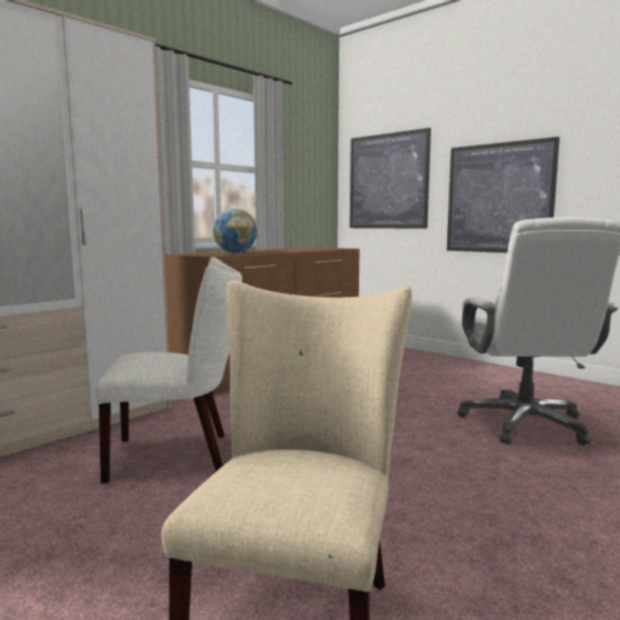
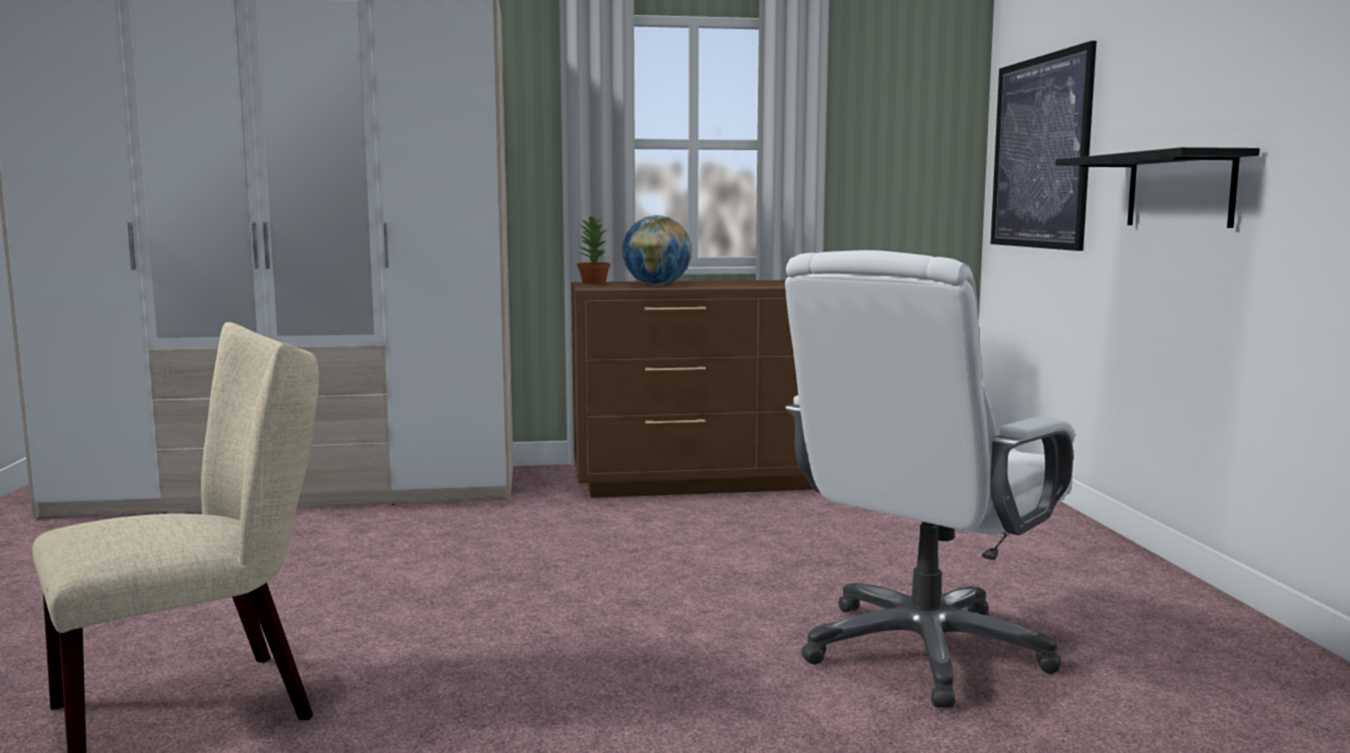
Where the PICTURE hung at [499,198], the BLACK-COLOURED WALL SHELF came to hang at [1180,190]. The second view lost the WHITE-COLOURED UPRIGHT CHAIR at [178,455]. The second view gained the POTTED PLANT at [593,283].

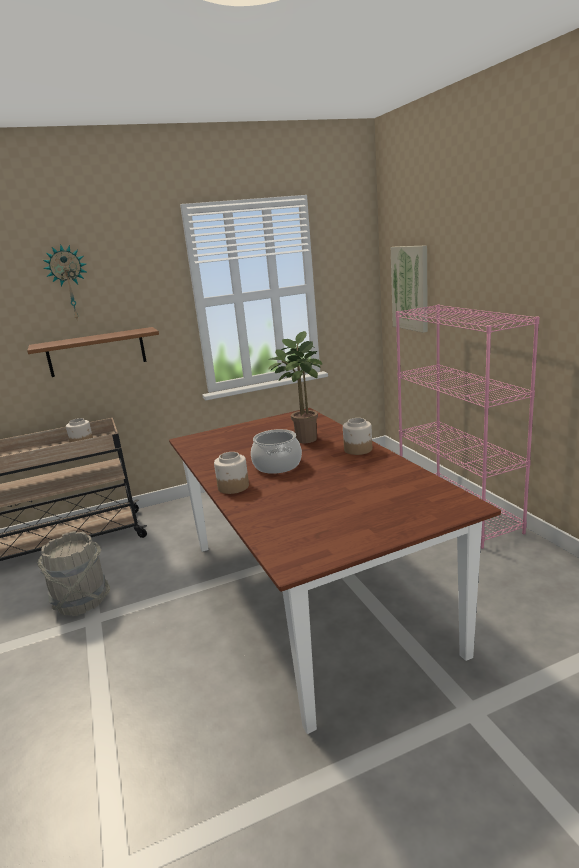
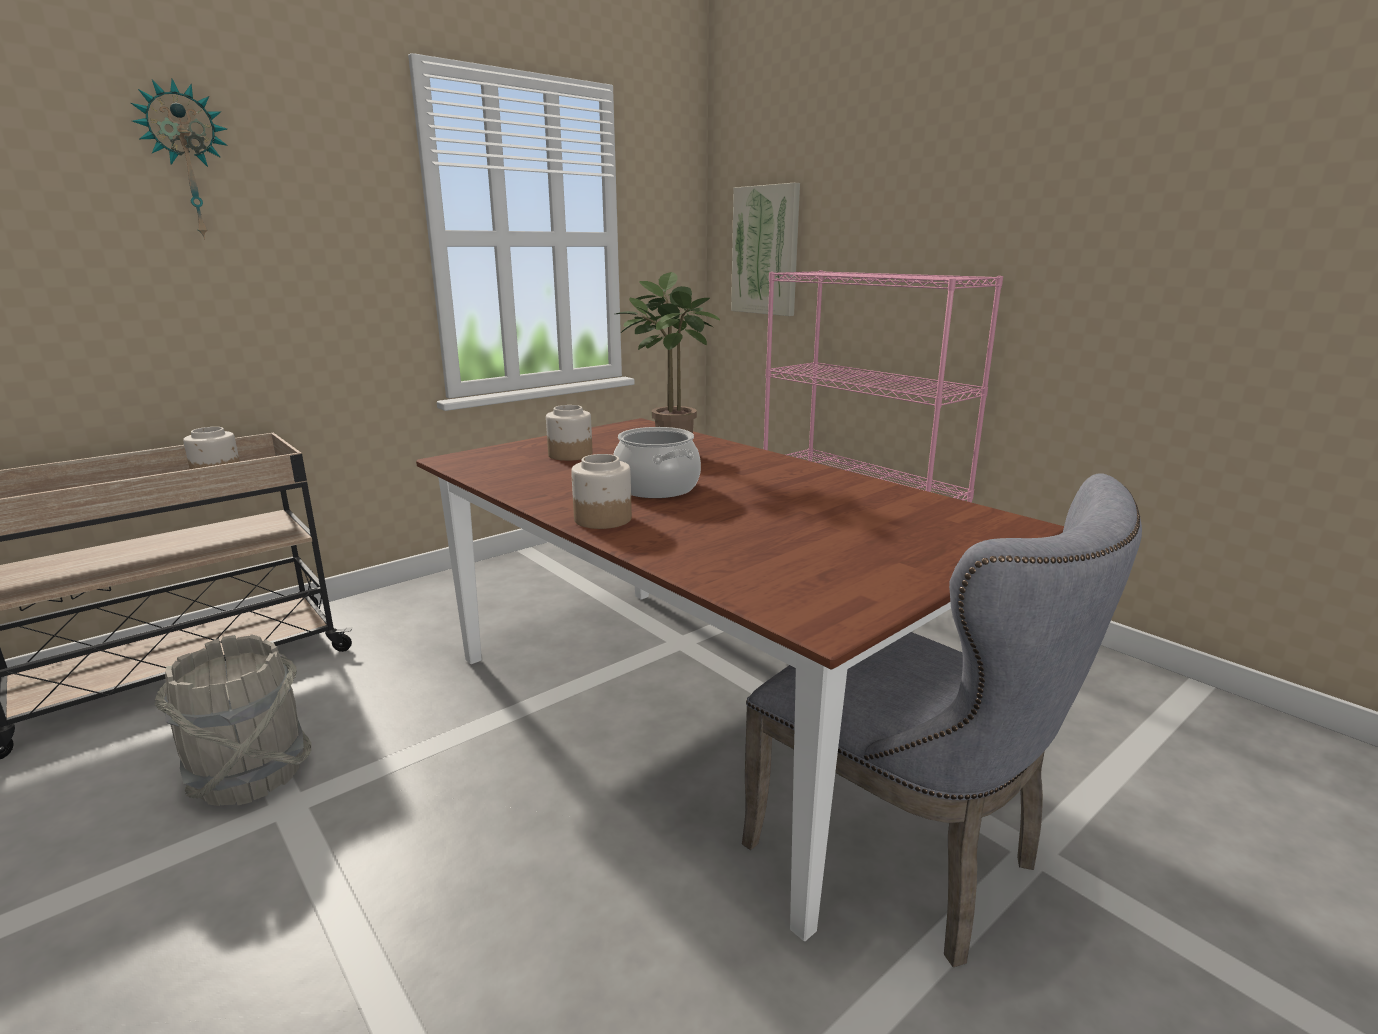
The second view lost the BROWN-COLOURED WALL SHELF at [96,352]. The STORAGE JAR ended up elsewhere, having gone from [358,449] to [571,455]. The second view gained the GREY UPRIGHT CHAIR at [909,857].

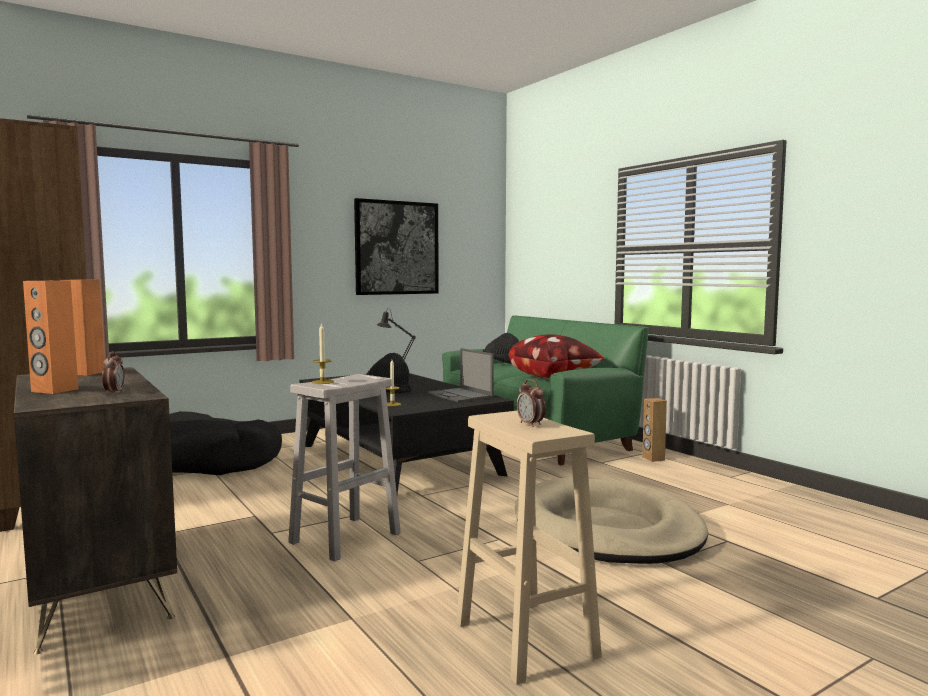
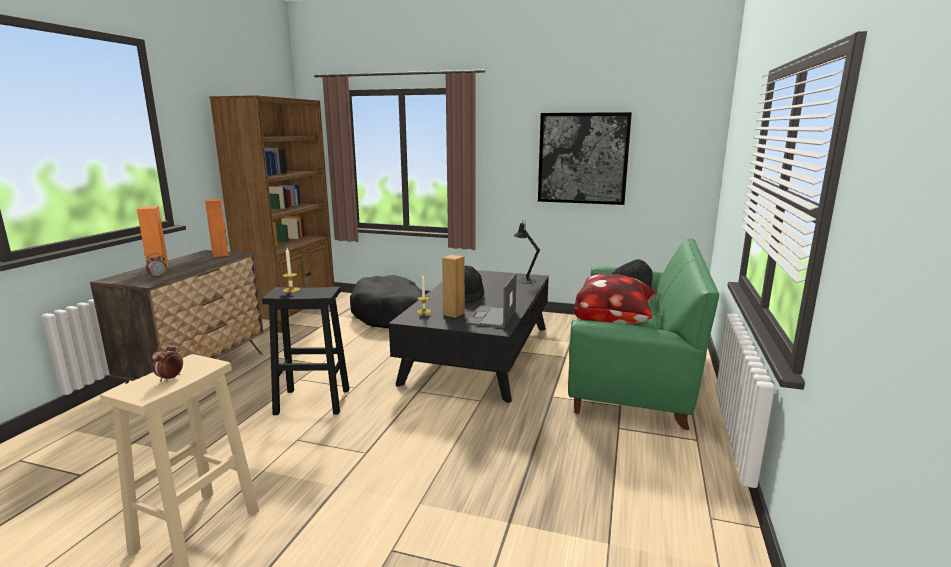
What was the WHITE-COLOURED STOOL at [346,537] turned into the BLACK-COLOURED STOOL at [314,401]. The BROWN-COLOURED AUDIO SPEAKER ended up elsewhere, having gone from [653,458] to [453,314]. The second view lost the SAND-COLOURED DOG BED at [607,529].

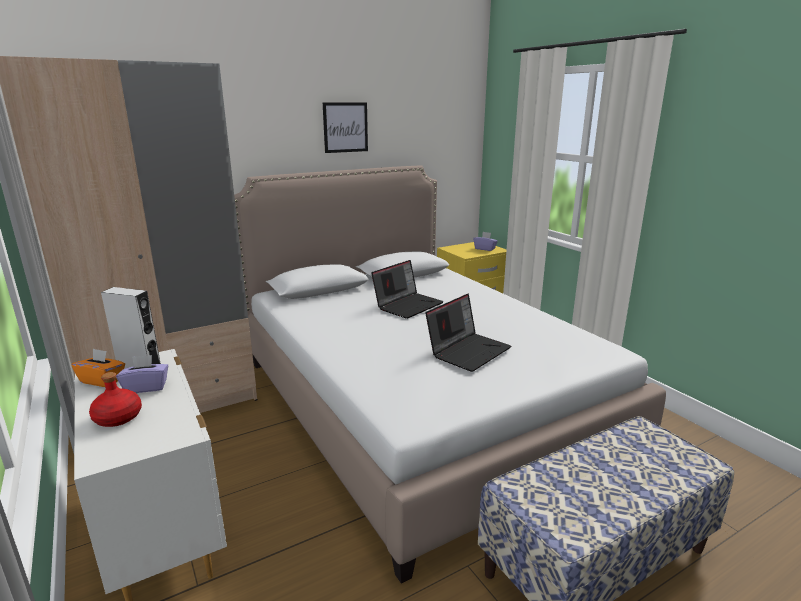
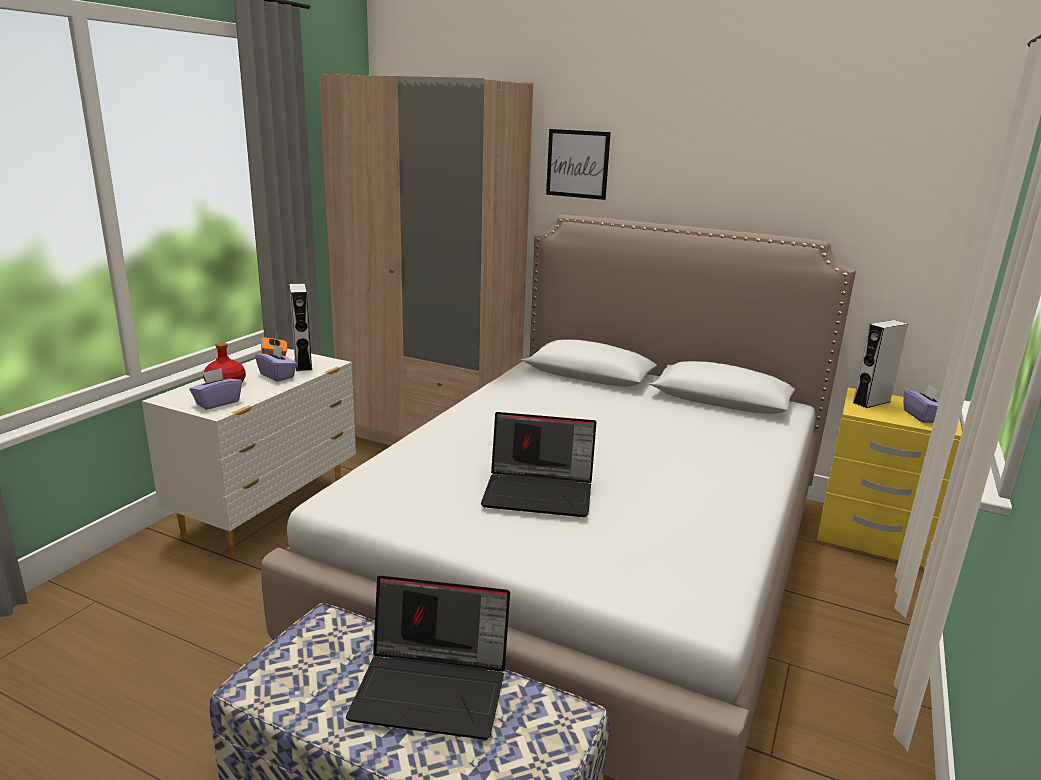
The PICTURE ended up elsewhere, having gone from [345,127] to [577,164]. The LAPTOP ended up elsewhere, having gone from [408,305] to [433,688]. The second view gained the GREY AUDIO SPEAKER at [871,402]. The second view gained the PURPLE TISSUE HOLDER at [217,403].

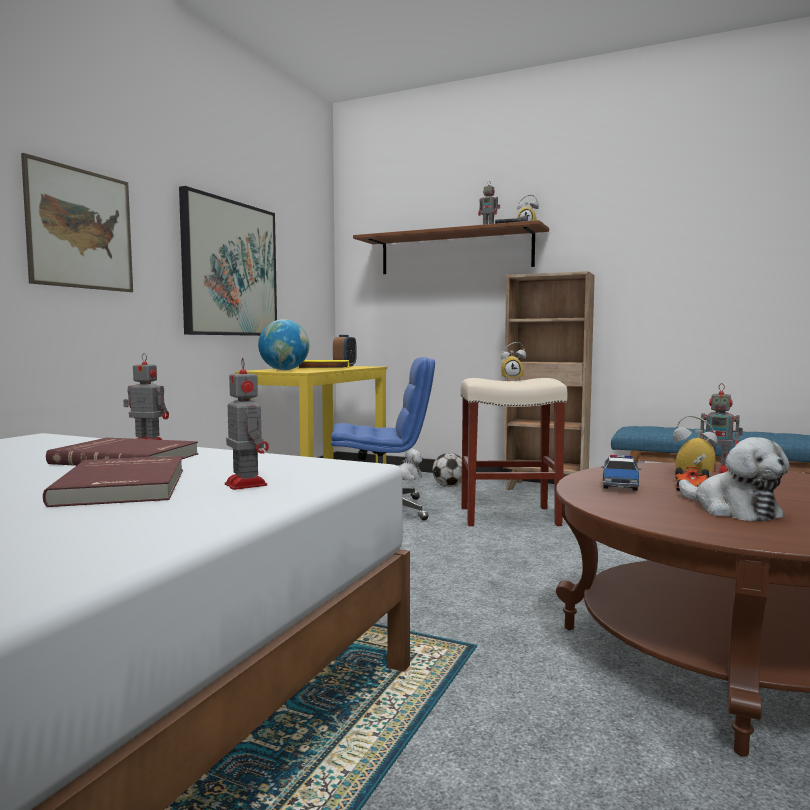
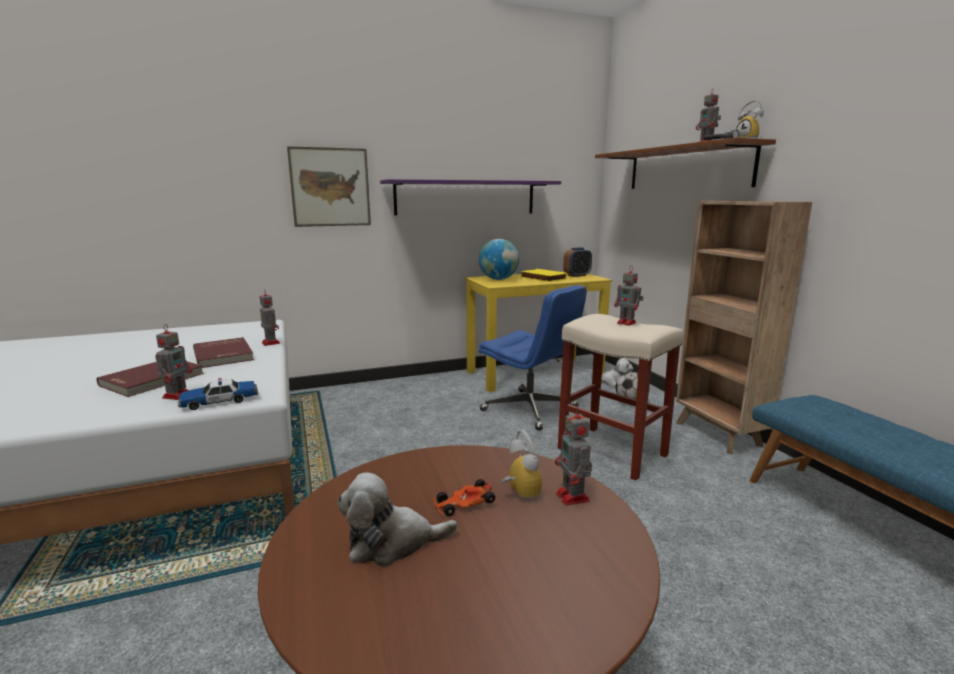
Where the PICTURE hung at [230,269], the PURPLE WALL SHELF came to hang at [466,197]. Where the TABLE CLOCK stood at [512,379], the ROBOT FIGURE came to stand at [627,323]. The CUDDLY TOY at [732,510] ended up facing another way, 60 degrees clockwise from before. The MINIATURE CAR ended up elsewhere, having gone from [620,483] to [219,401].

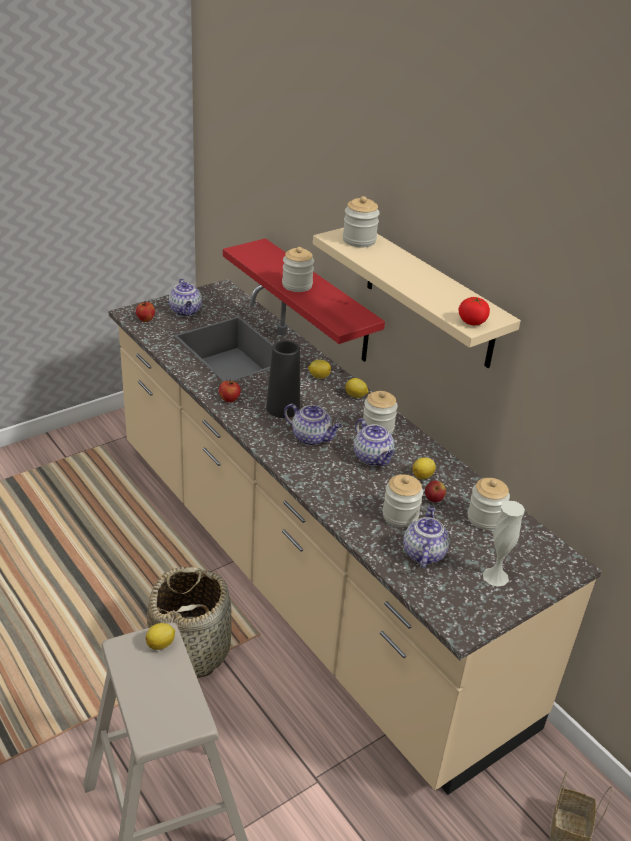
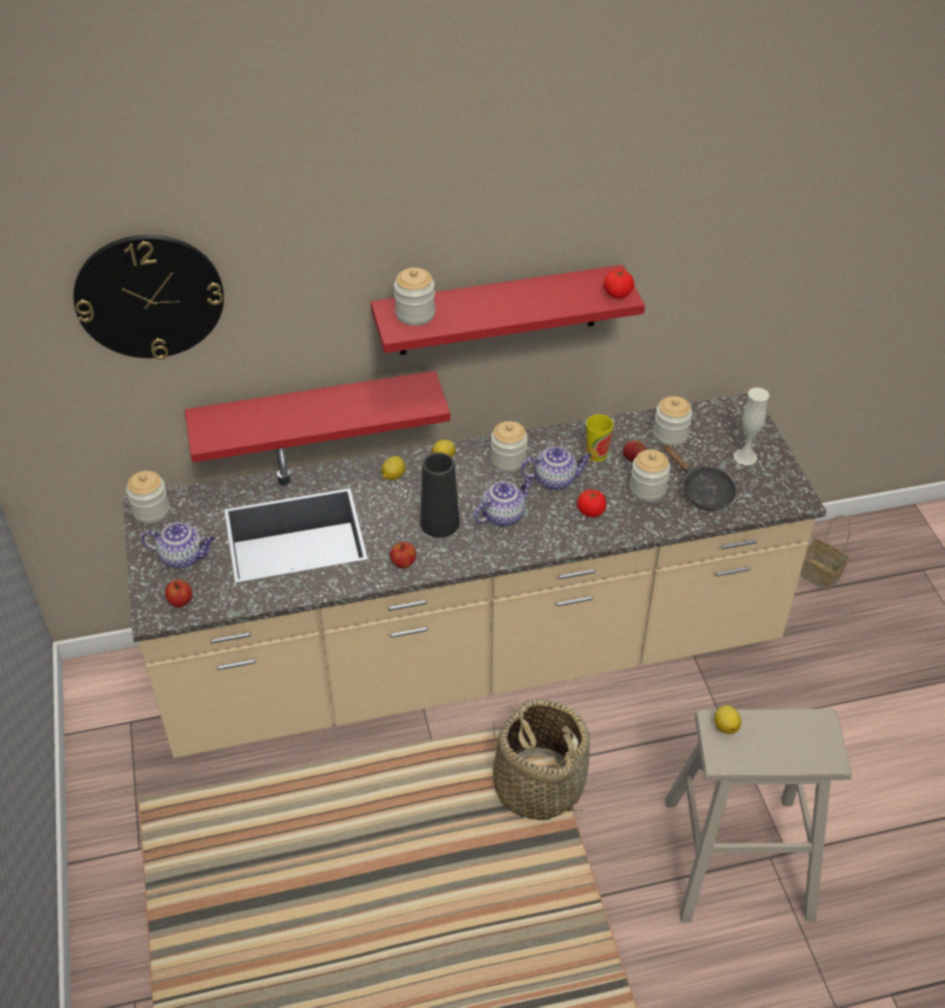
What was the SAND-COLOURED WALL SHELF at [429,296] turned into the RED WALL SHELF at [498,311]. The STORAGE JAR ended up elsewhere, having gone from [297,285] to [151,511]. Where the LEMON stood at [423,476], the SMALL CUP came to stand at [596,454]. Where the POT FOR TEA stood at [423,553], the BLACK-COLOURED SKILLET came to stand at [702,491]. The second view gained the WALL CLOCK at [149,296]. The second view gained the WHOLE TOMATO at [591,511].

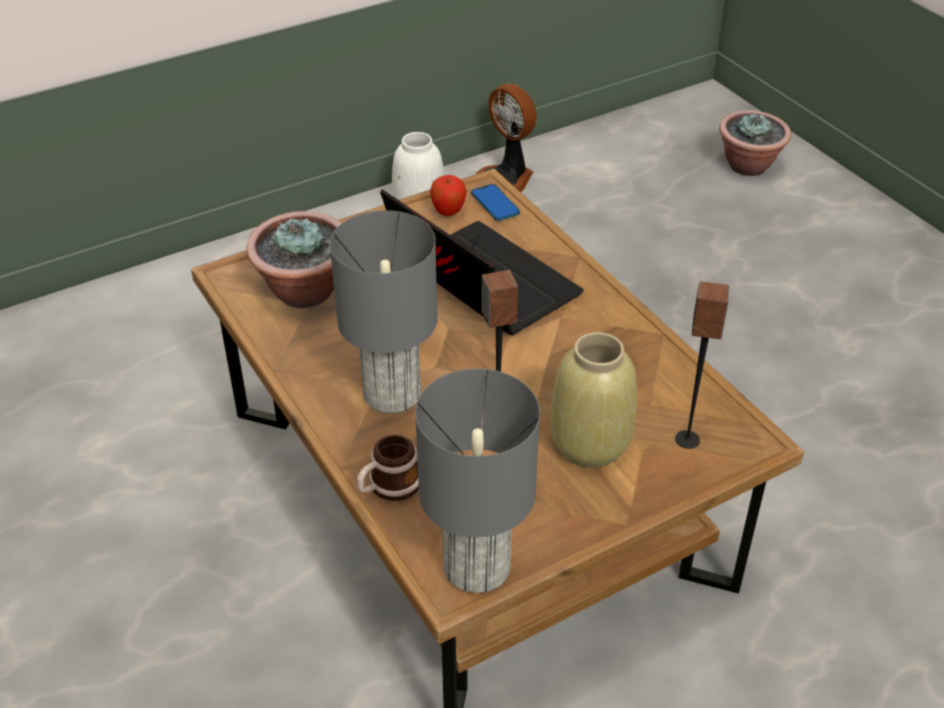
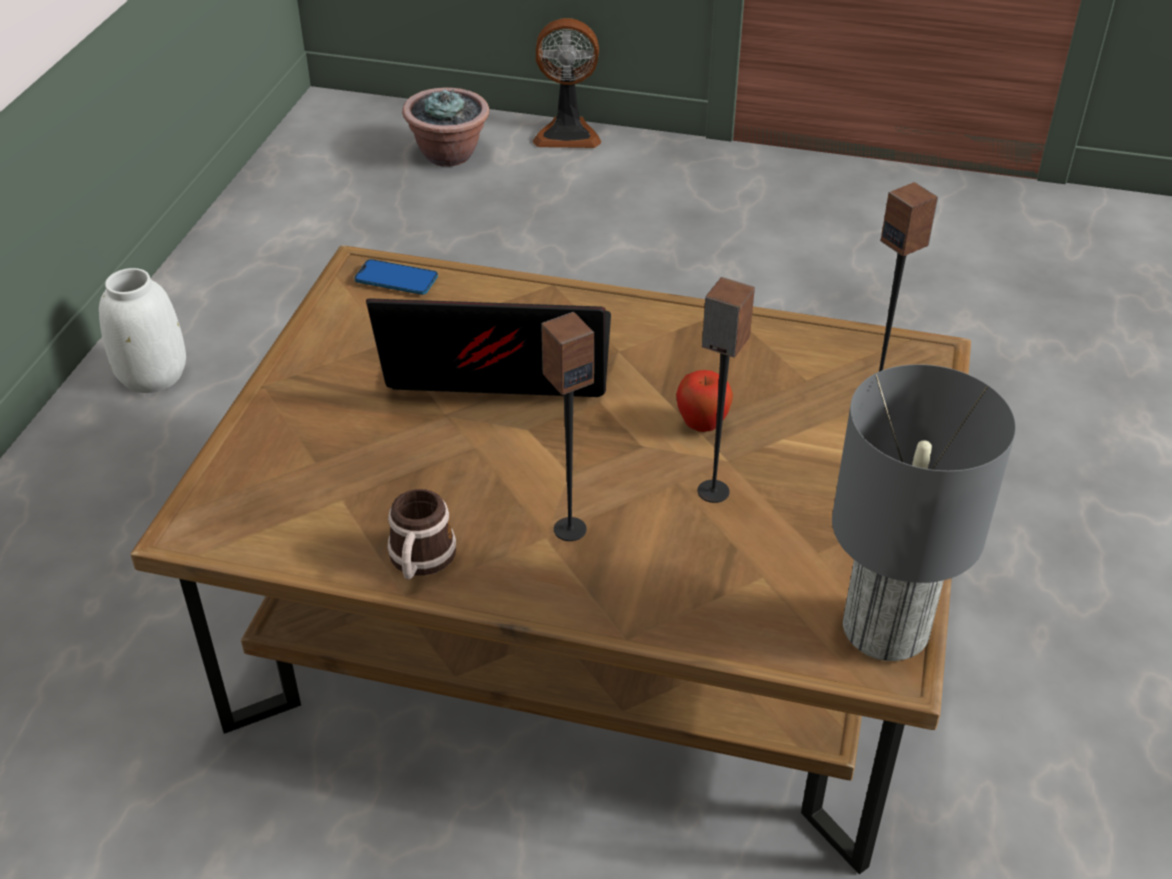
The FAN ended up elsewhere, having gone from [508,178] to [568,133]. The APPLE ended up elsewhere, having gone from [448,213] to [702,425]. Where the GREY TABLETOP LAMP stood at [393,393], the AUDIO SPEAKER came to stand at [569,529]. The second view lost the POTTED PLANT at [304,292]. The second view lost the SAND-COLOURED FLOWER VASE at [589,445]. The COFFEE MUG ended up elsewhere, having gone from [388,487] to [420,561].

